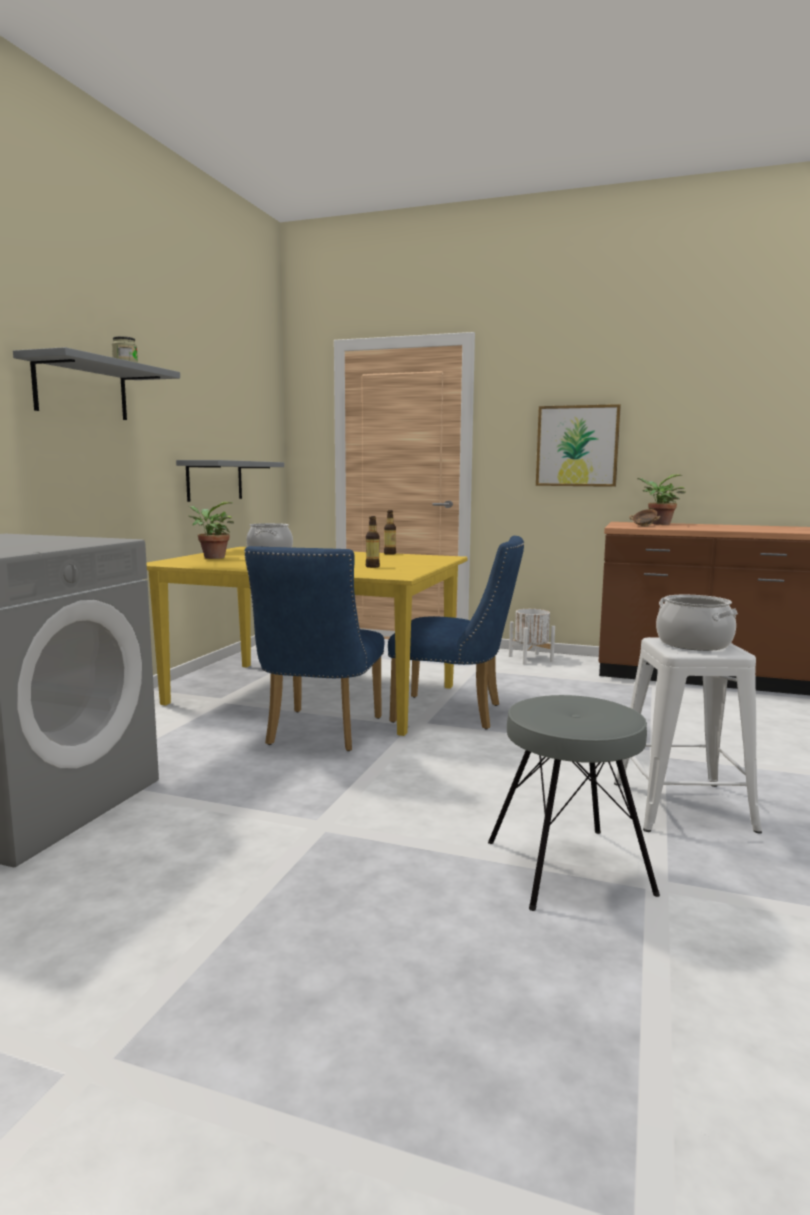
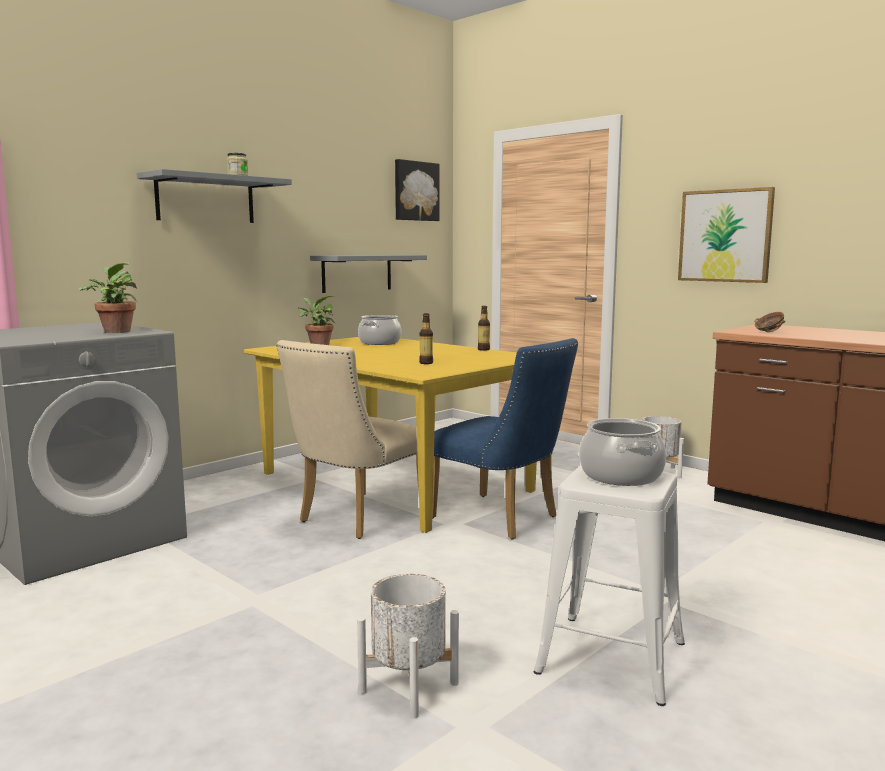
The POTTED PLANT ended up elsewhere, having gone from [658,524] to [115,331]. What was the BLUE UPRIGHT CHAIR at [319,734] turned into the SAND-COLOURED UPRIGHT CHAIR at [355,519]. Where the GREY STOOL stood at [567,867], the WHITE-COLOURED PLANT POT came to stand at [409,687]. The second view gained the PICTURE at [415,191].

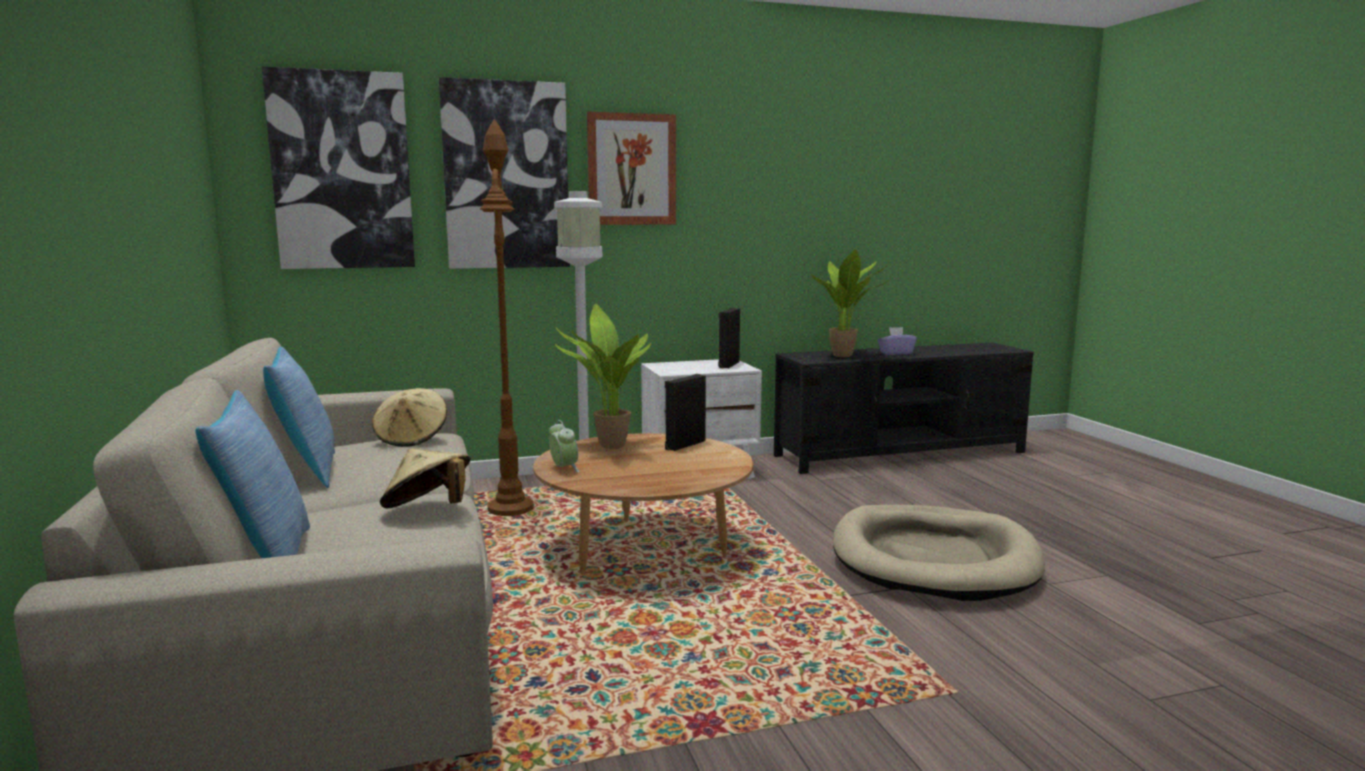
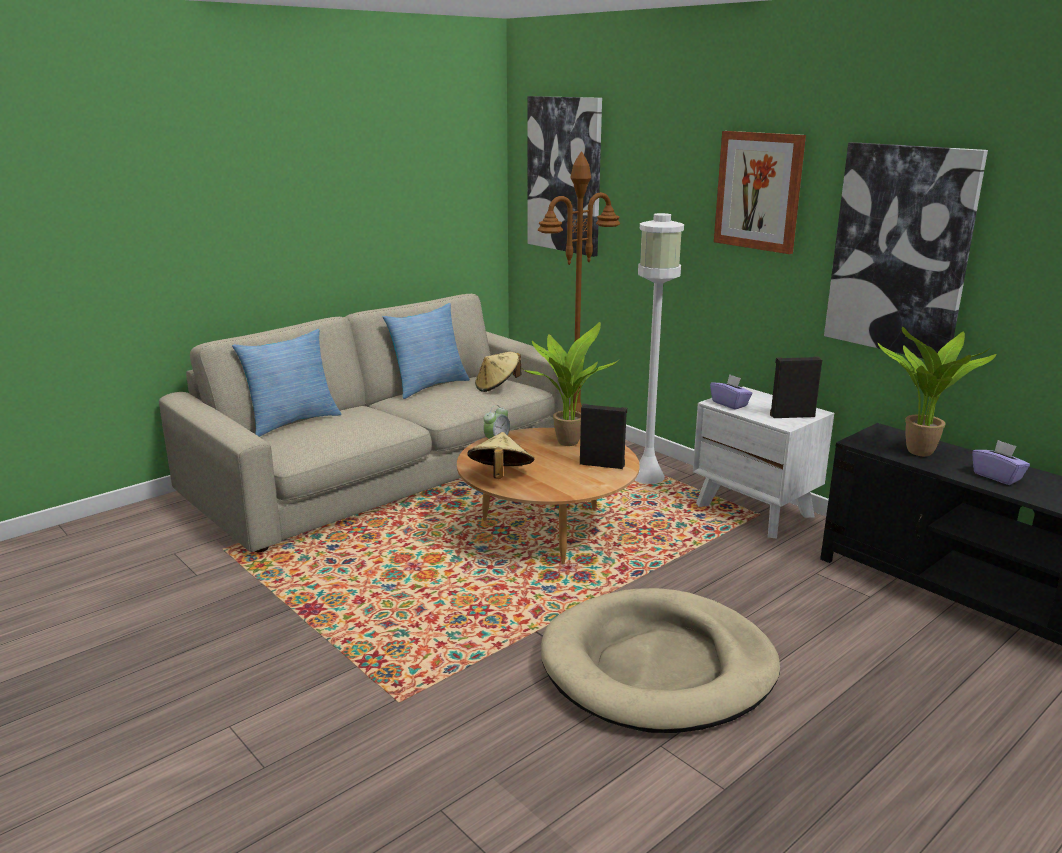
The PICTURE ended up elsewhere, having gone from [506,176] to [900,250]. The SAND-COLOURED CLOTHING HAT ended up elsewhere, having gone from [428,510] to [500,476]. The second view gained the PURPLE TISSUE HOLDER at [730,404].

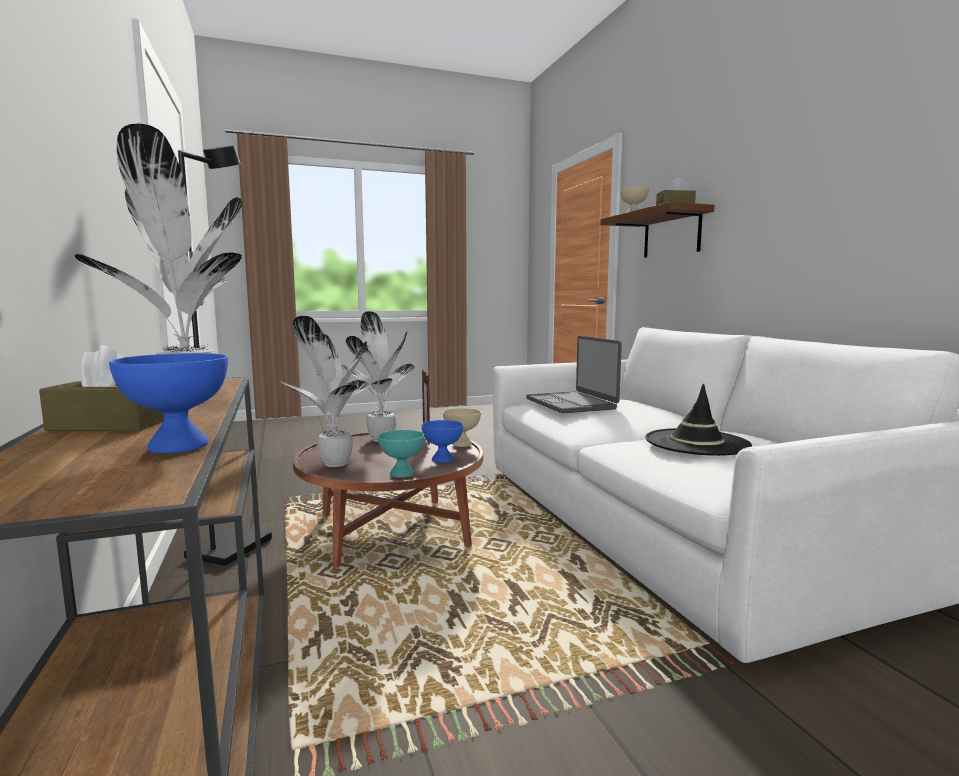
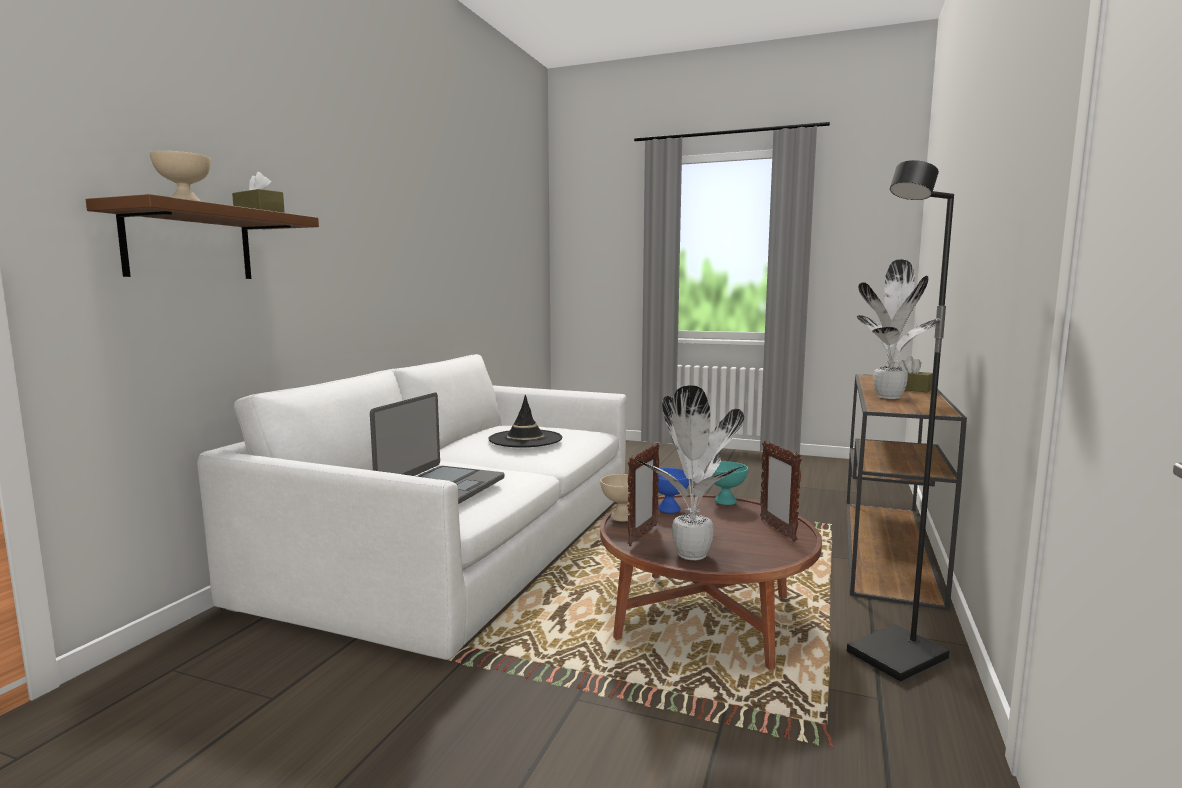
Where the POTTED PLANT stood at [334,464], the PICTURE FRAME came to stand at [777,530]. The second view lost the BLUE SERVING BOWL at [180,446].

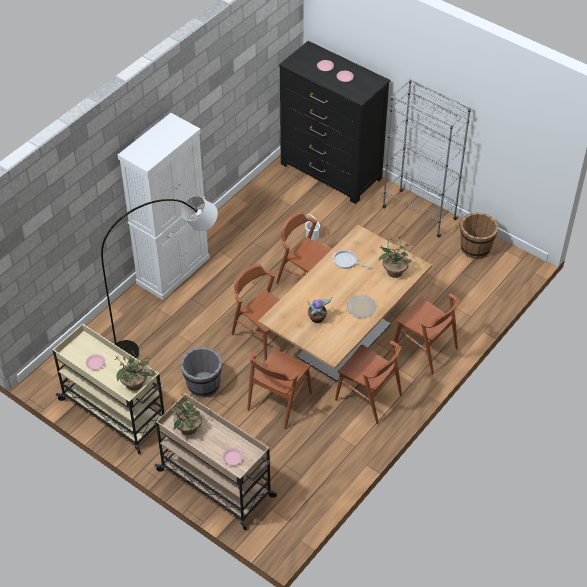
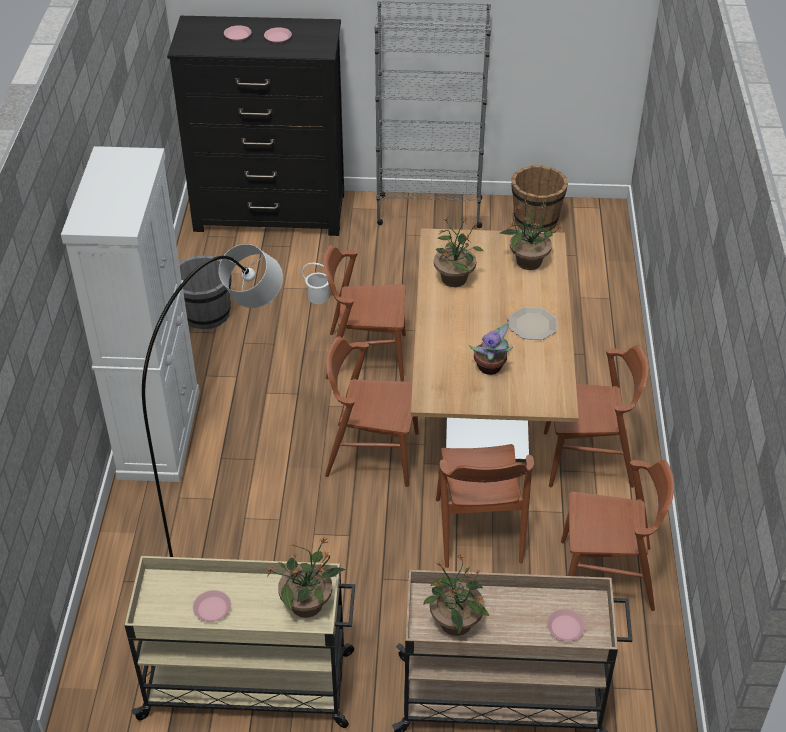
Where the SKILLET stood at [347,261], the POTTED PLANT came to stand at [454,278]. The BROWN-COLOURED UPRIGHT CHAIR ended up elsewhere, having gone from [425,349] to [607,575]. The GREY WATER BUCKET ended up elsewhere, having gone from [203,385] to [206,314].

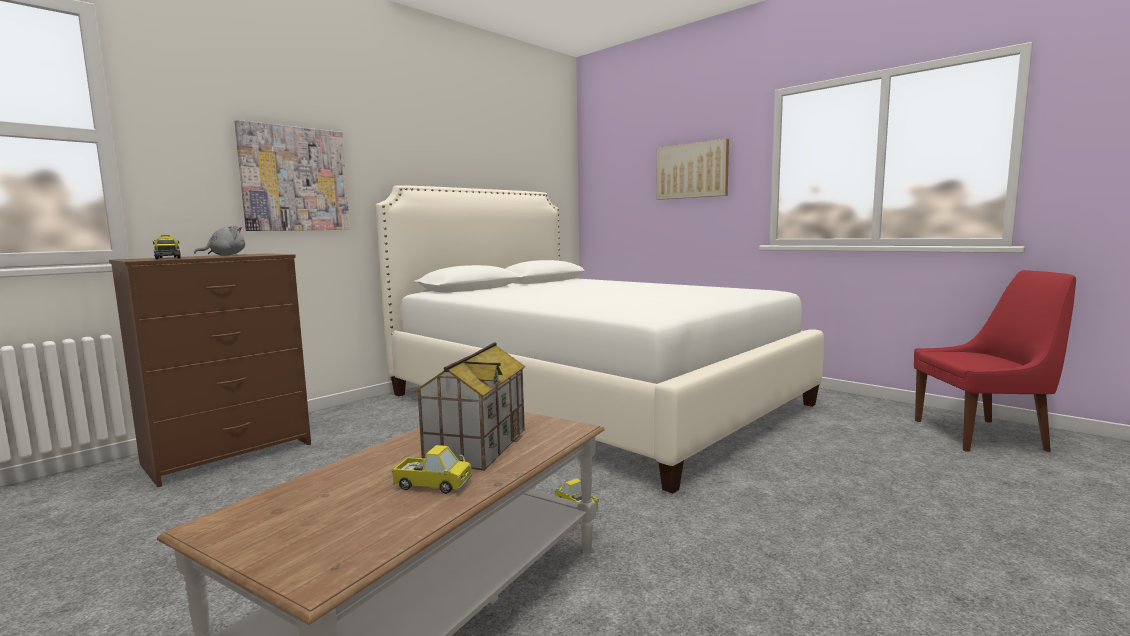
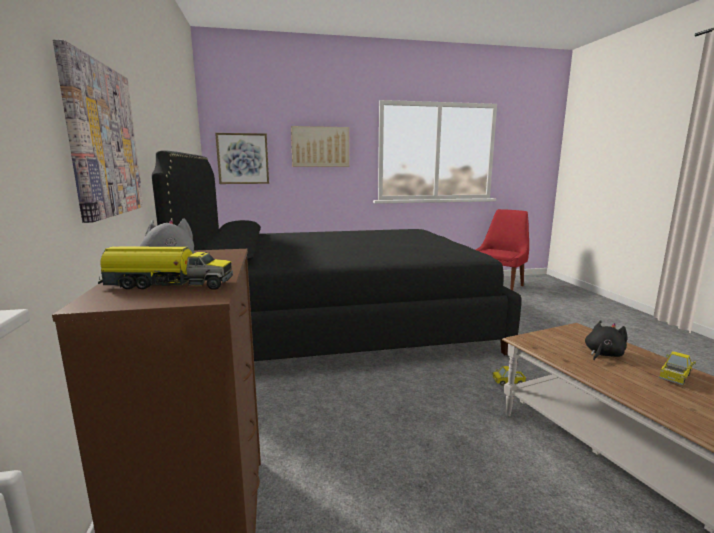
What was the WHITE-COLOURED BED at [592,399] turned into the BLACK-COLOURED BED at [339,325]. Where the MINIATURE HOUSE stood at [476,445], the BLACK-COLOURED CUDDLY TOY came to stand at [603,354]. The second view gained the PICTURE at [243,158].

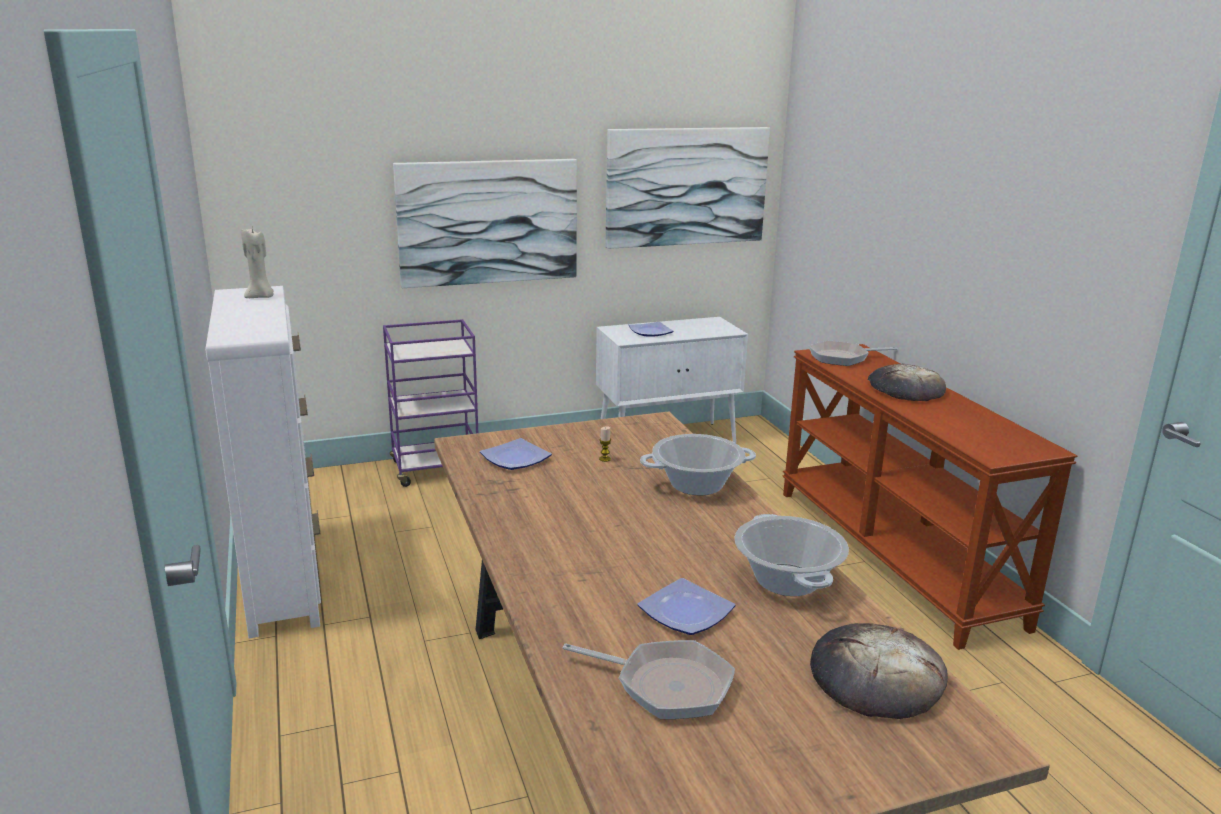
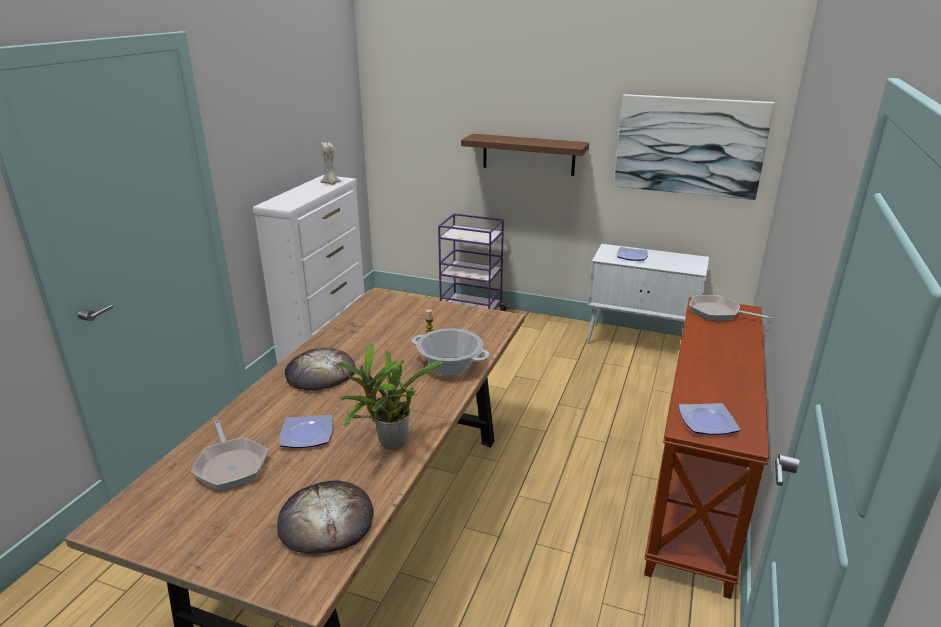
Where the PICTURE hung at [488,222], the BROWN-COLOURED WALL SHELF came to hang at [528,154]. The BAKERY BREAD ended up elsewhere, having gone from [905,389] to [320,373]. The FLAT DISH ended up elsewhere, having gone from [517,459] to [708,422]. Where the COOKING POT stood at [787,580], the POTTED PLANT came to stand at [389,444].

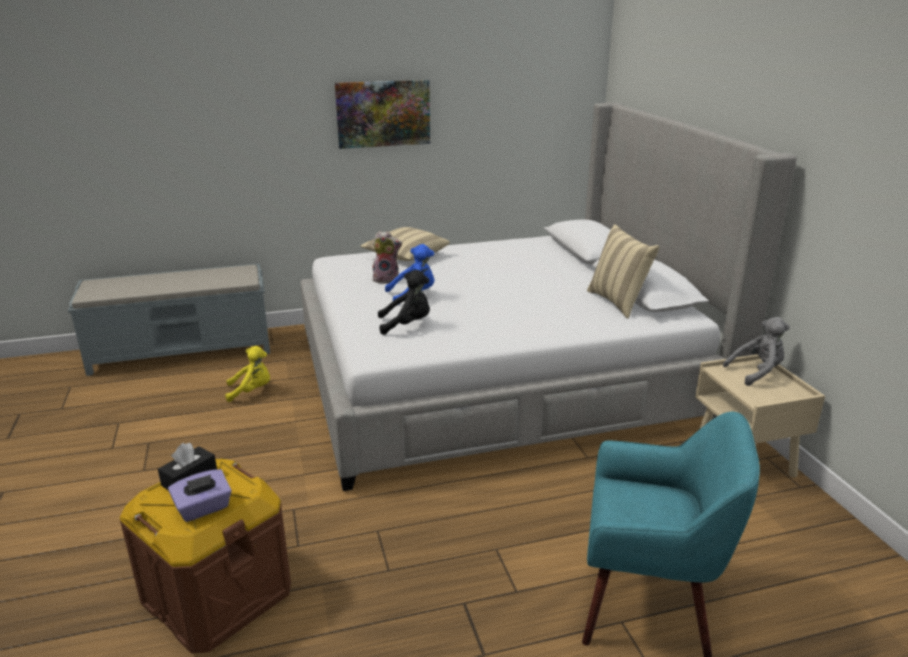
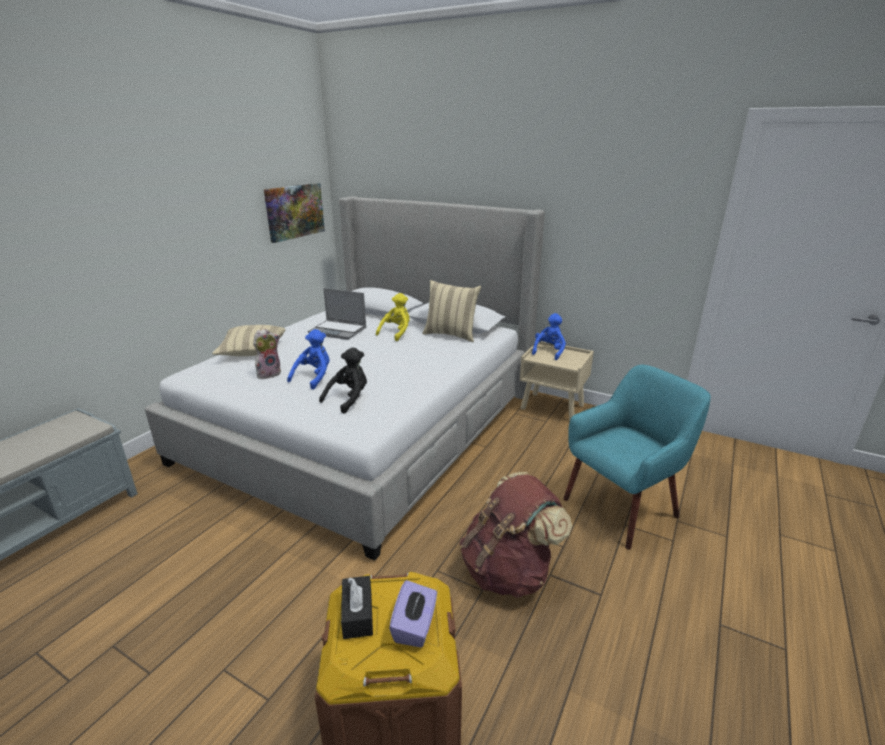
The PICTURE ended up elsewhere, having gone from [383,113] to [294,211]. What was the GREY CUDDLY TOY at [756,372] turned into the BLUE CUDDLY TOY at [549,352]. The YELLOW CUDDLY TOY ended up elsewhere, having gone from [251,391] to [396,333]. The second view gained the LAPTOP at [339,331]. The second view gained the BROWN-COLOURED BACKPACK at [508,571].

